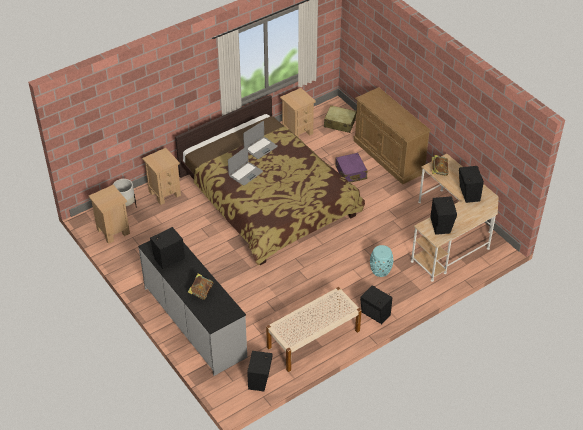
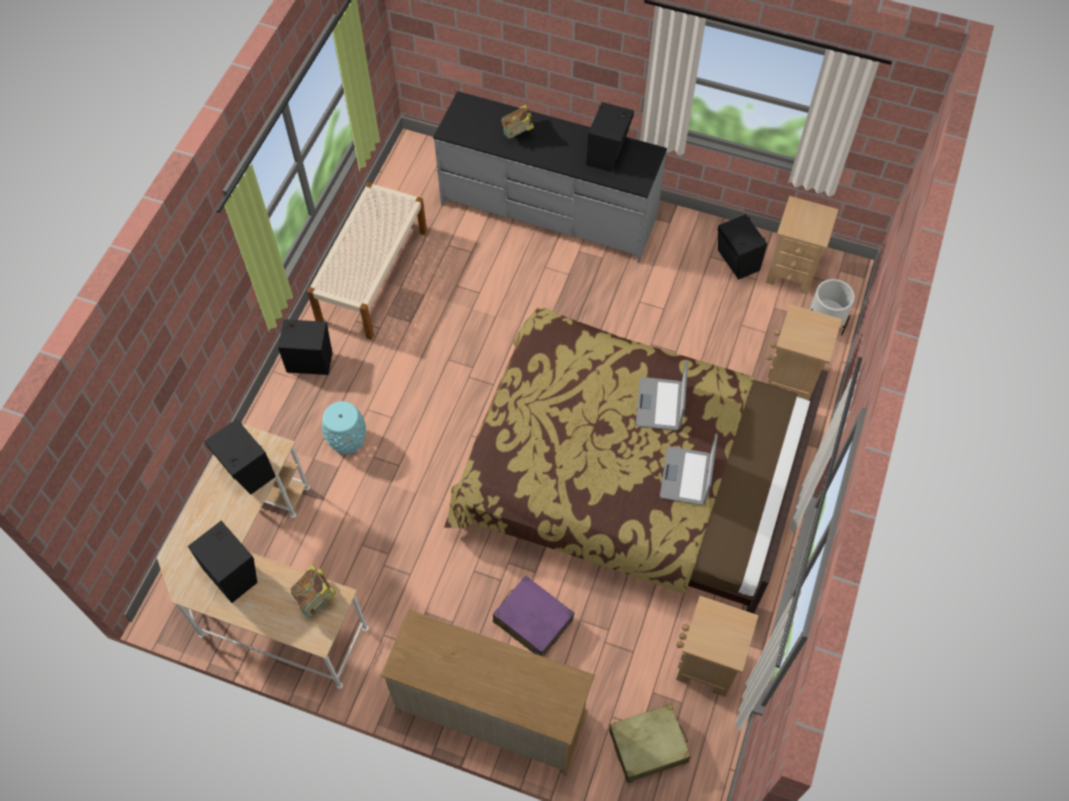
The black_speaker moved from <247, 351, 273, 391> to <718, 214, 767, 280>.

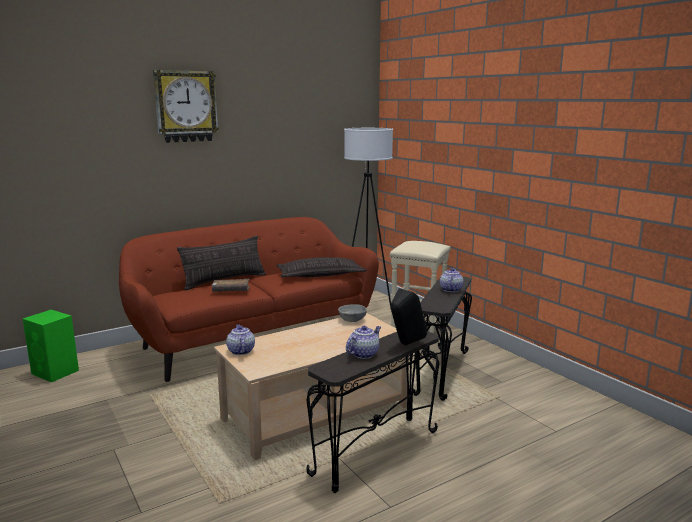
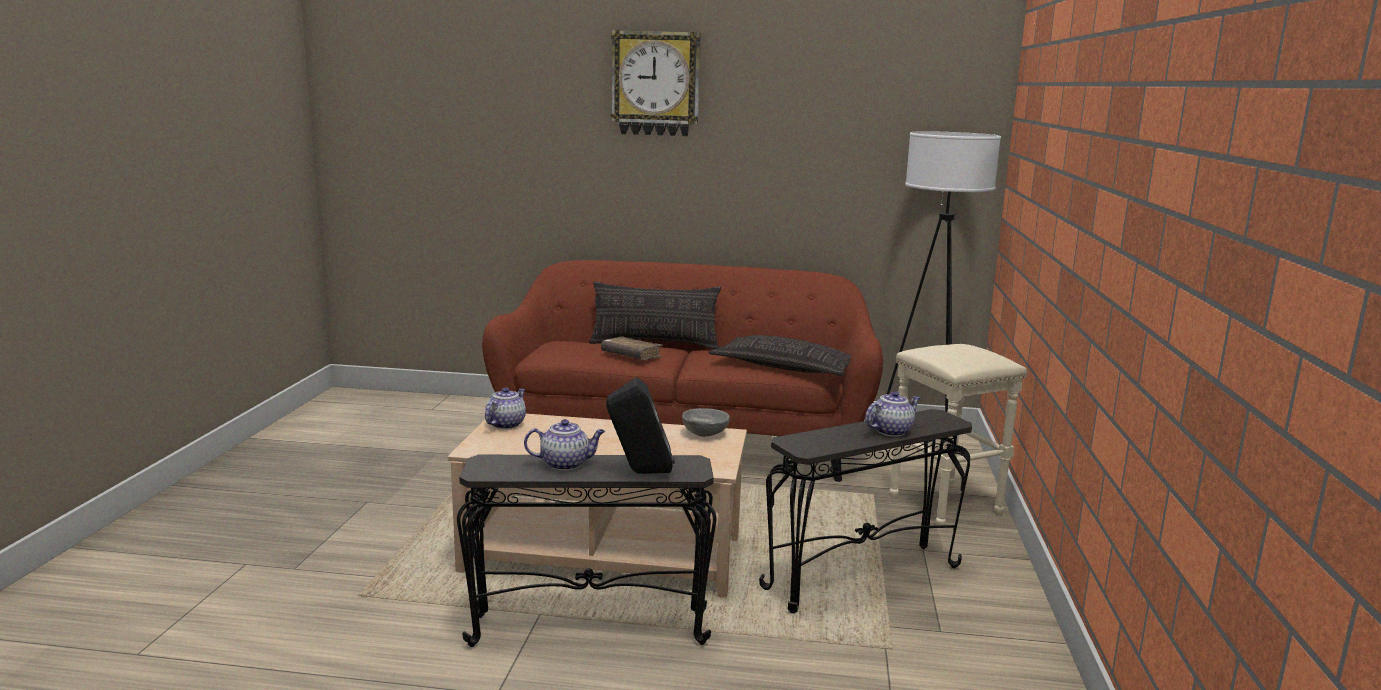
The green_speaker at <23, 310, 79, 382> disappeared.

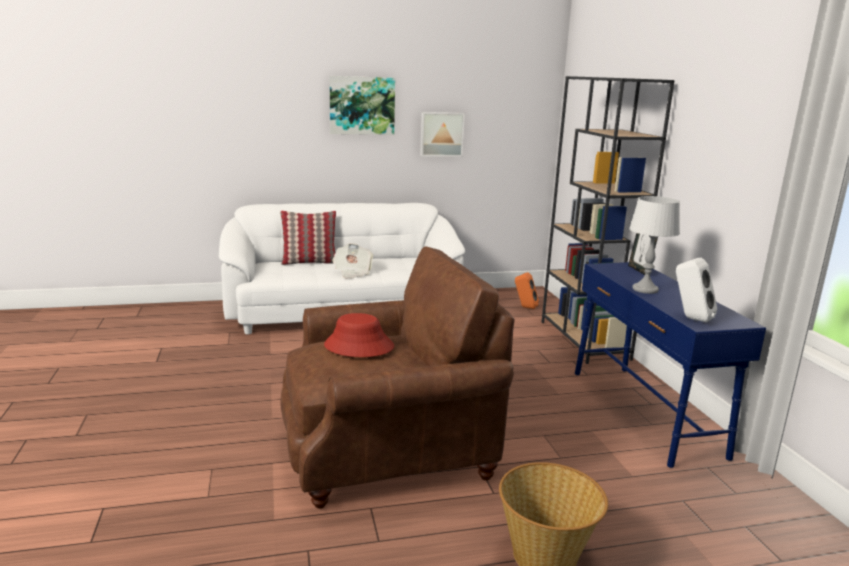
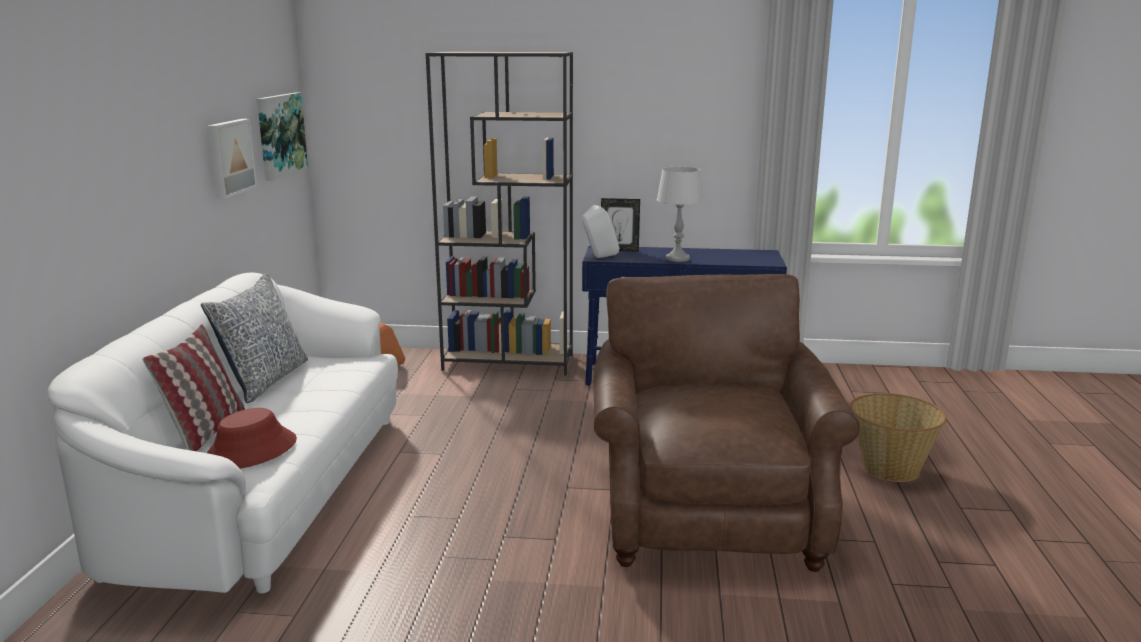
The red_hat moved from <324, 313, 394, 357> to <207, 408, 297, 469>. The picture moved from <329, 76, 395, 135> to <257, 93, 308, 181>. The newspaper at <332, 243, 373, 279> disappeared. The white_speaker moved from <676, 258, 717, 322> to <582, 204, 619, 258>. The pillow at <201, 272, 308, 403> appeared.

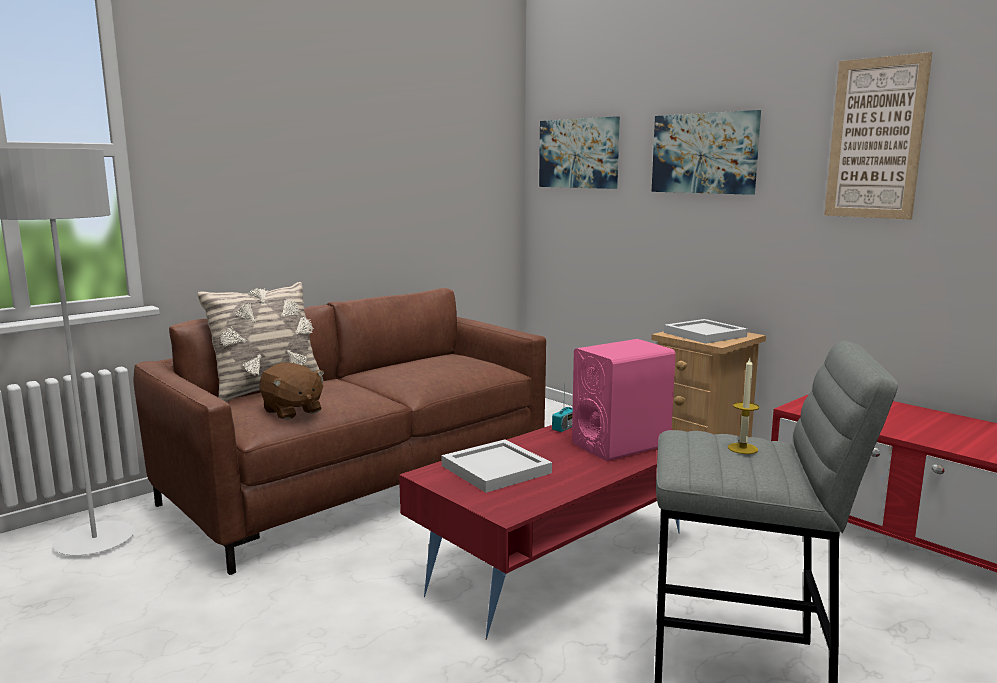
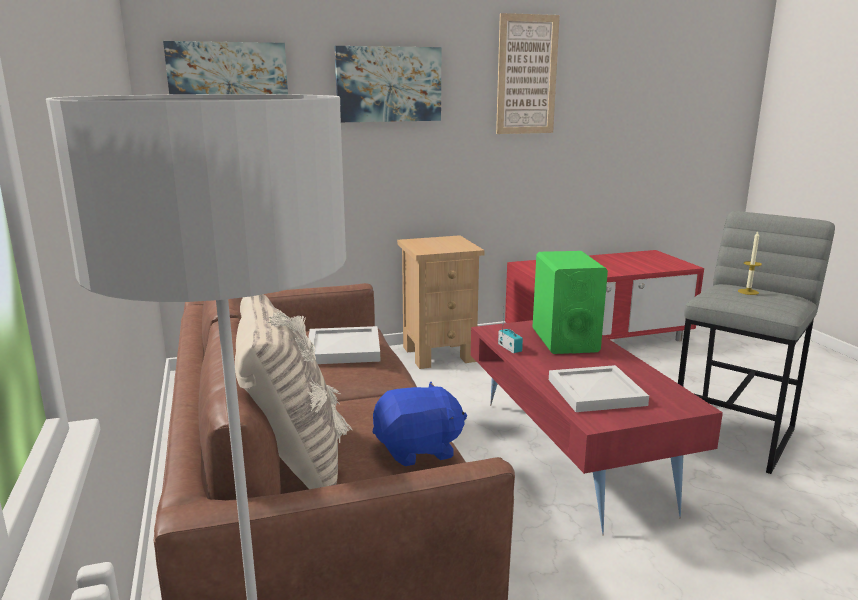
The brown_plush_toy at <260, 362, 325, 420> became the blue_plush_toy at <373, 382, 467, 466>. The pink_speaker at <572, 339, 676, 461> became the green_speaker at <533, 251, 608, 354>. The white_tray moved from <664, 319, 748, 344> to <308, 326, 380, 364>.

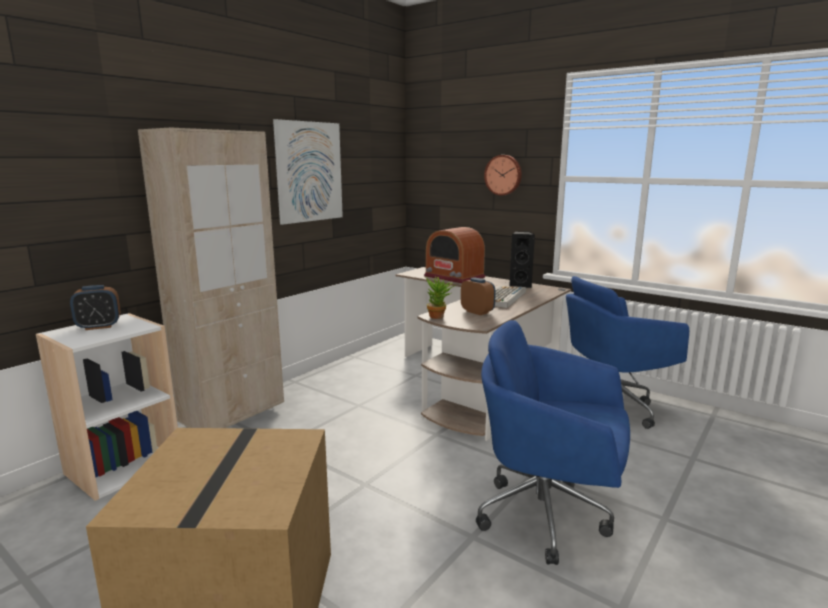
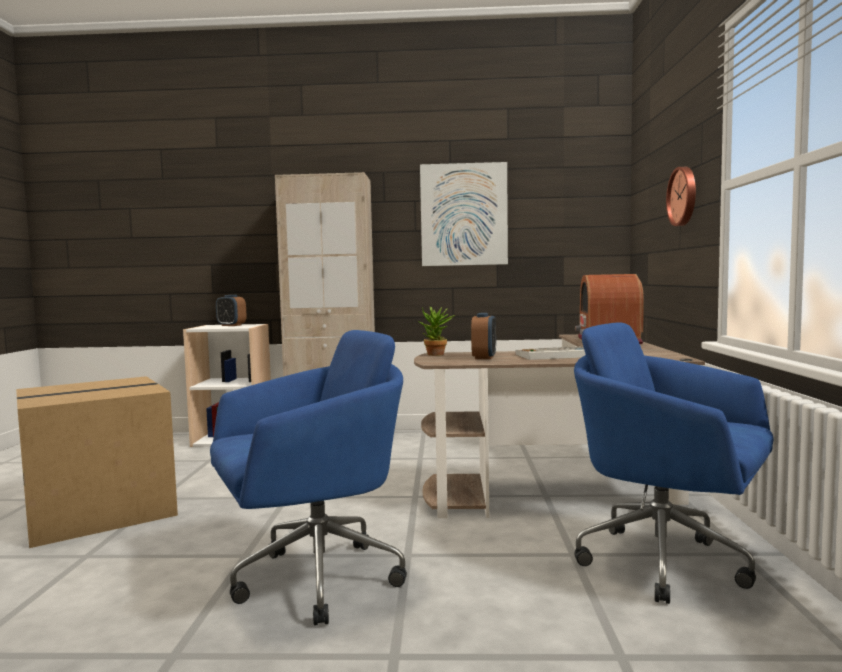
The blue_office_chair at <476, 320, 630, 565> turned 75 degrees clockwise. The black_speaker at <509, 231, 535, 288> disappeared.

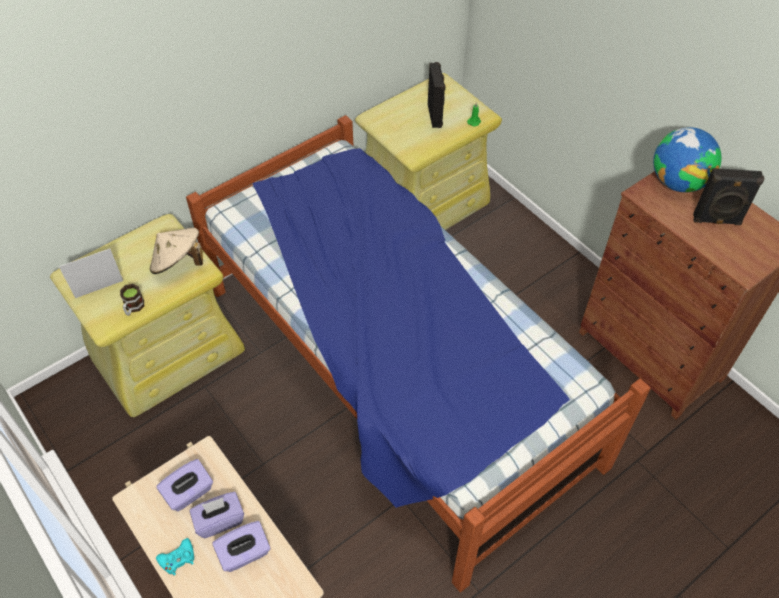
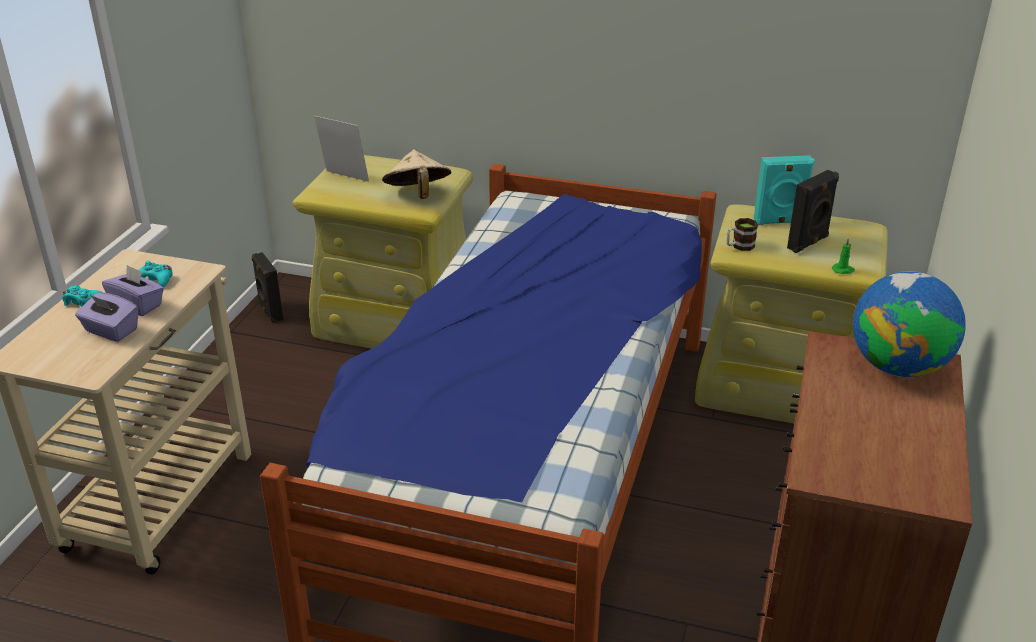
The mug moved from <120, 284, 144, 316> to <727, 218, 758, 251>. The purple_tissue_box at <157, 459, 213, 511> was replaced by the turquoise_game_controller at <139, 261, 173, 287>. The black_speaker moved from <693, 168, 764, 225> to <251, 252, 284, 323>. The turquoise_speaker at <754, 155, 815, 225> appeared.

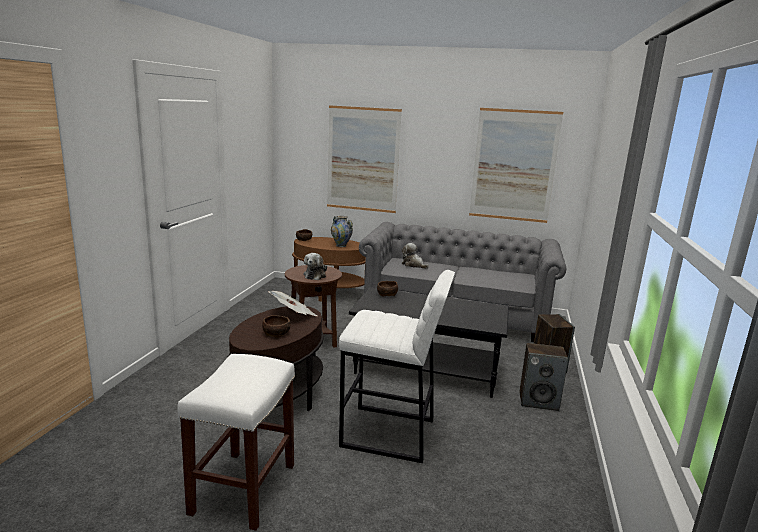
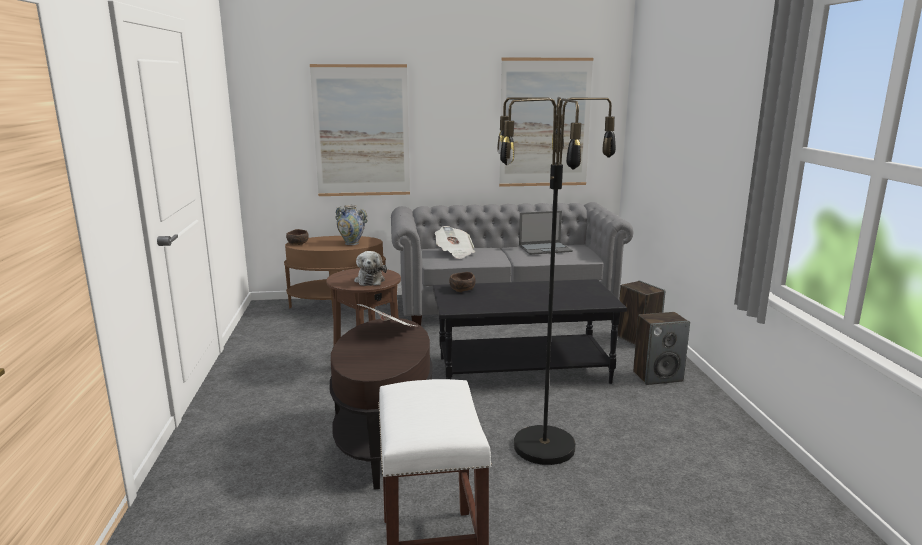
The brown_bowl at <262, 315, 290, 338> disappeared. The white_stool at <339, 270, 455, 463> was replaced by the floor_lamp at <497, 97, 616, 465>. The plush_toy at <401, 243, 429, 269> was replaced by the newspaper at <435, 226, 475, 259>. The laptop at <519, 211, 573, 255> appeared.

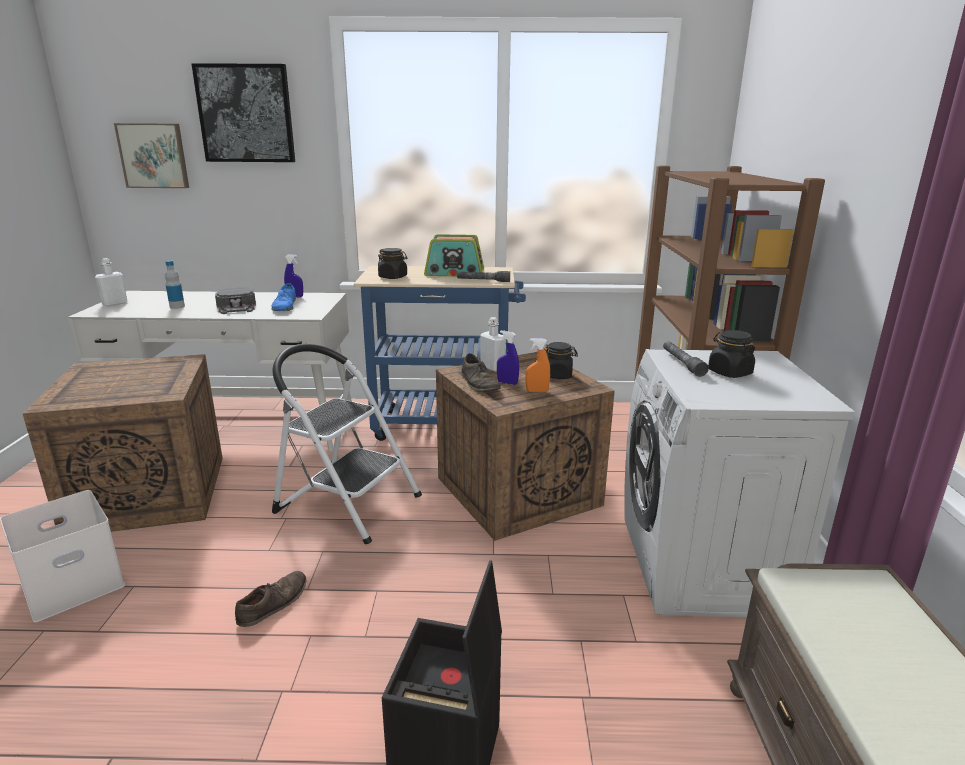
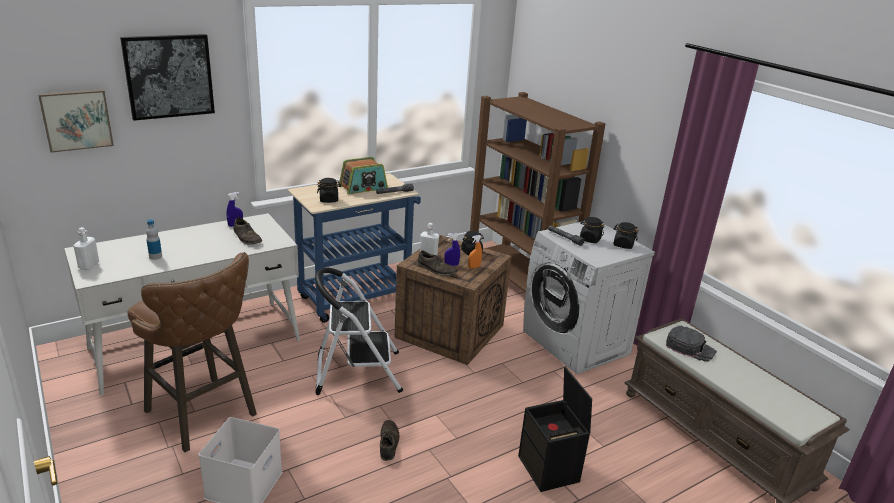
The crate at <22, 354, 223, 532> was replaced by the brown_stool at <128, 252, 257, 452>. The black_cap moved from <215, 287, 256, 314> to <666, 325, 717, 362>. The blue_shoe at <271, 283, 296, 311> became the brown_shoe at <234, 217, 262, 244>. The black_jar at <613, 222, 638, 249> appeared.

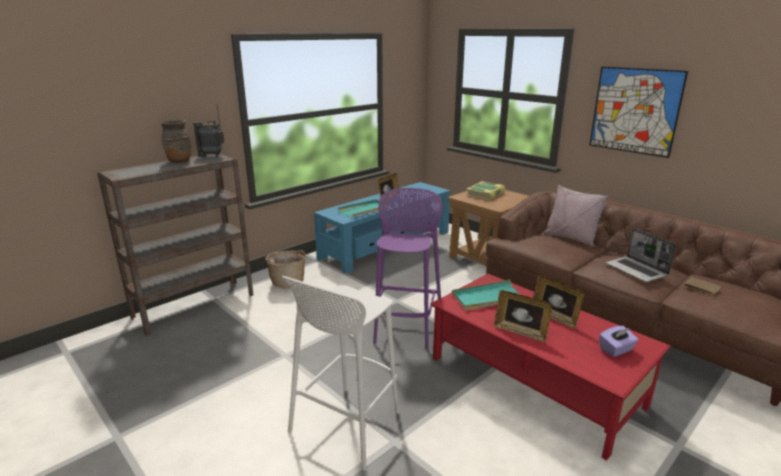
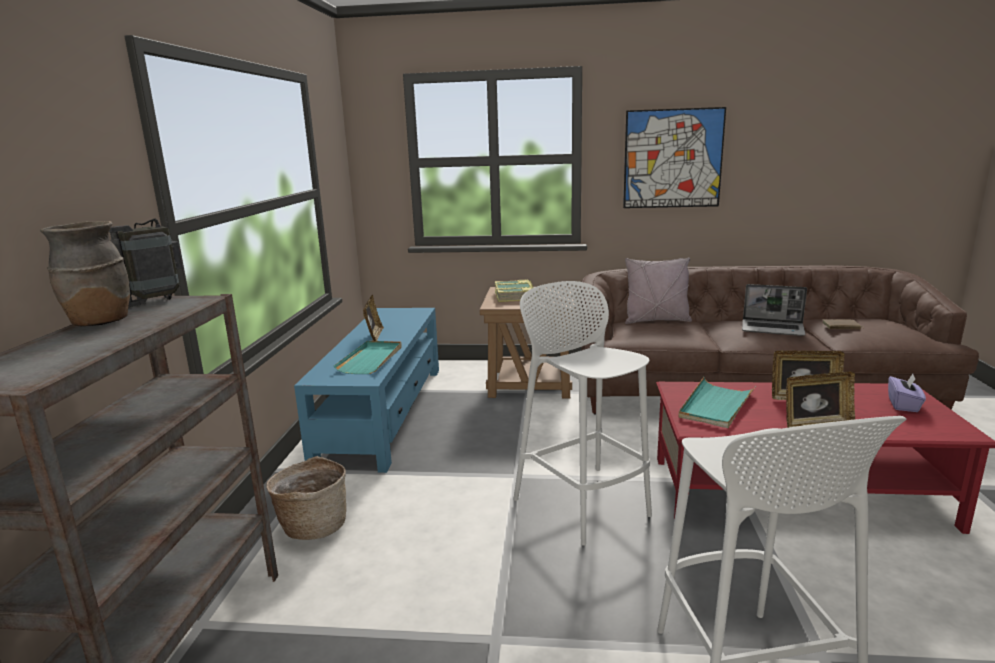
The purple_stool at <373, 188, 443, 349> became the white_stool at <513, 281, 652, 546>.

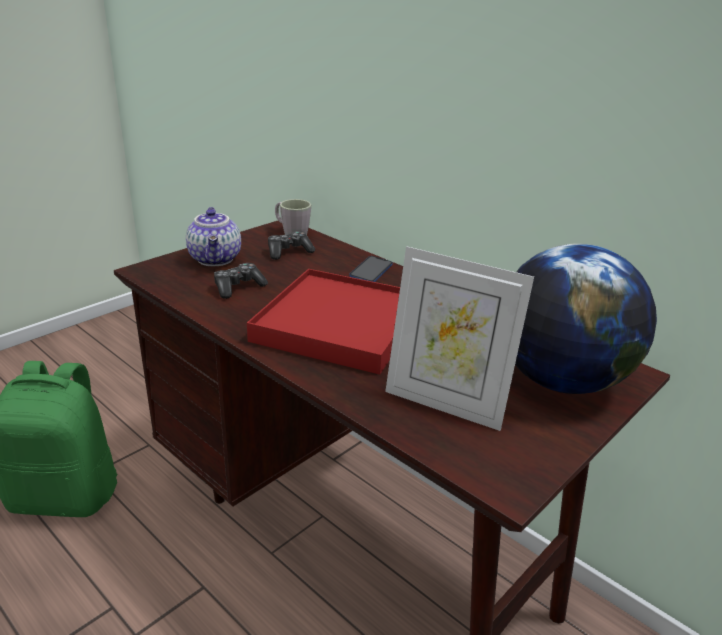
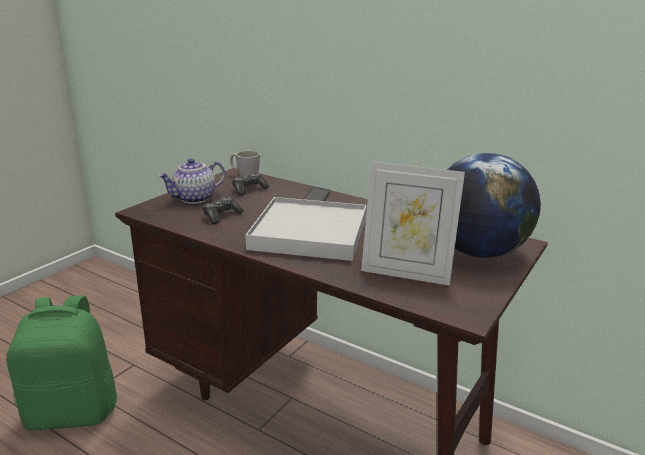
The teapot at <186, 207, 241, 266> turned 75 degrees clockwise. The red_tray at <247, 269, 400, 375> became the white_tray at <246, 197, 367, 261>.

